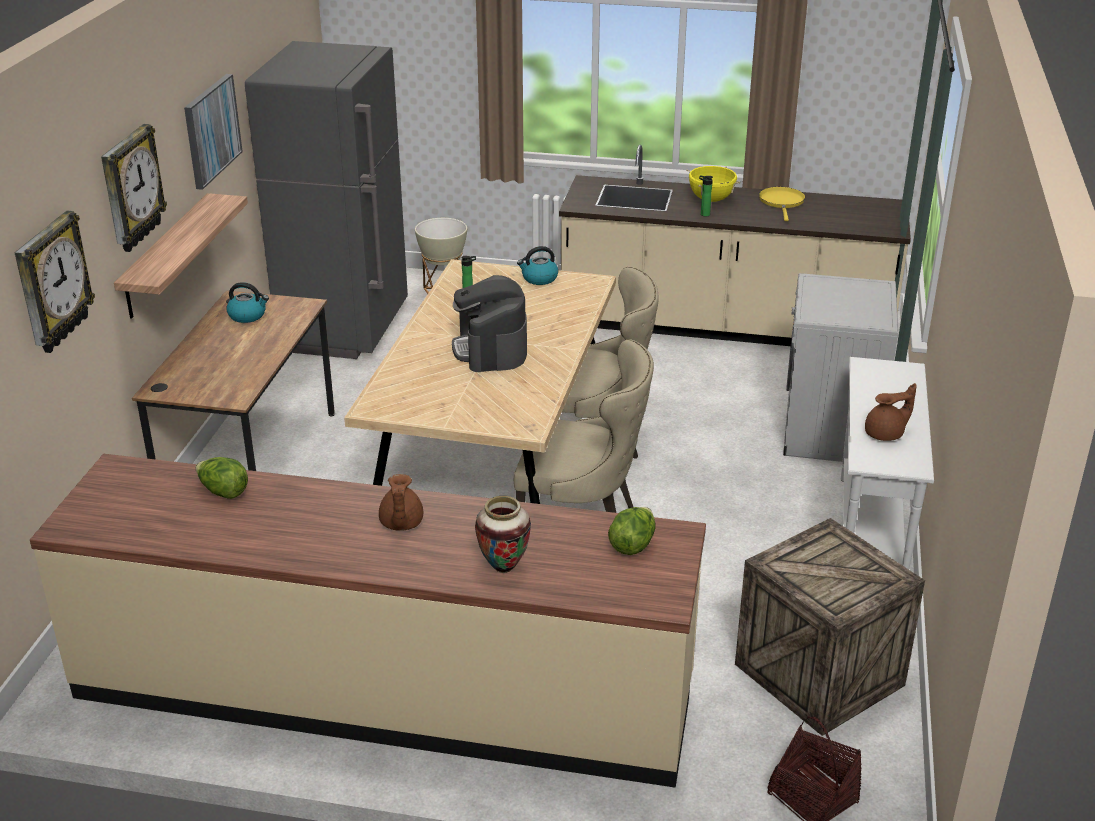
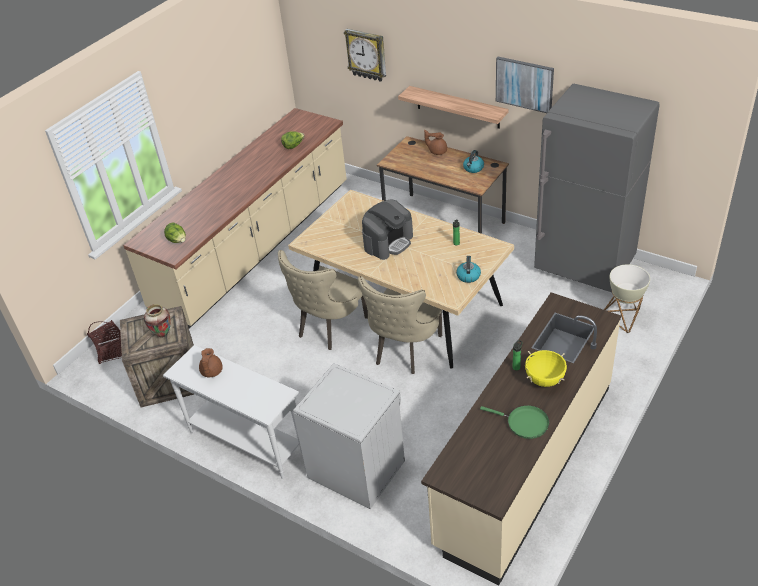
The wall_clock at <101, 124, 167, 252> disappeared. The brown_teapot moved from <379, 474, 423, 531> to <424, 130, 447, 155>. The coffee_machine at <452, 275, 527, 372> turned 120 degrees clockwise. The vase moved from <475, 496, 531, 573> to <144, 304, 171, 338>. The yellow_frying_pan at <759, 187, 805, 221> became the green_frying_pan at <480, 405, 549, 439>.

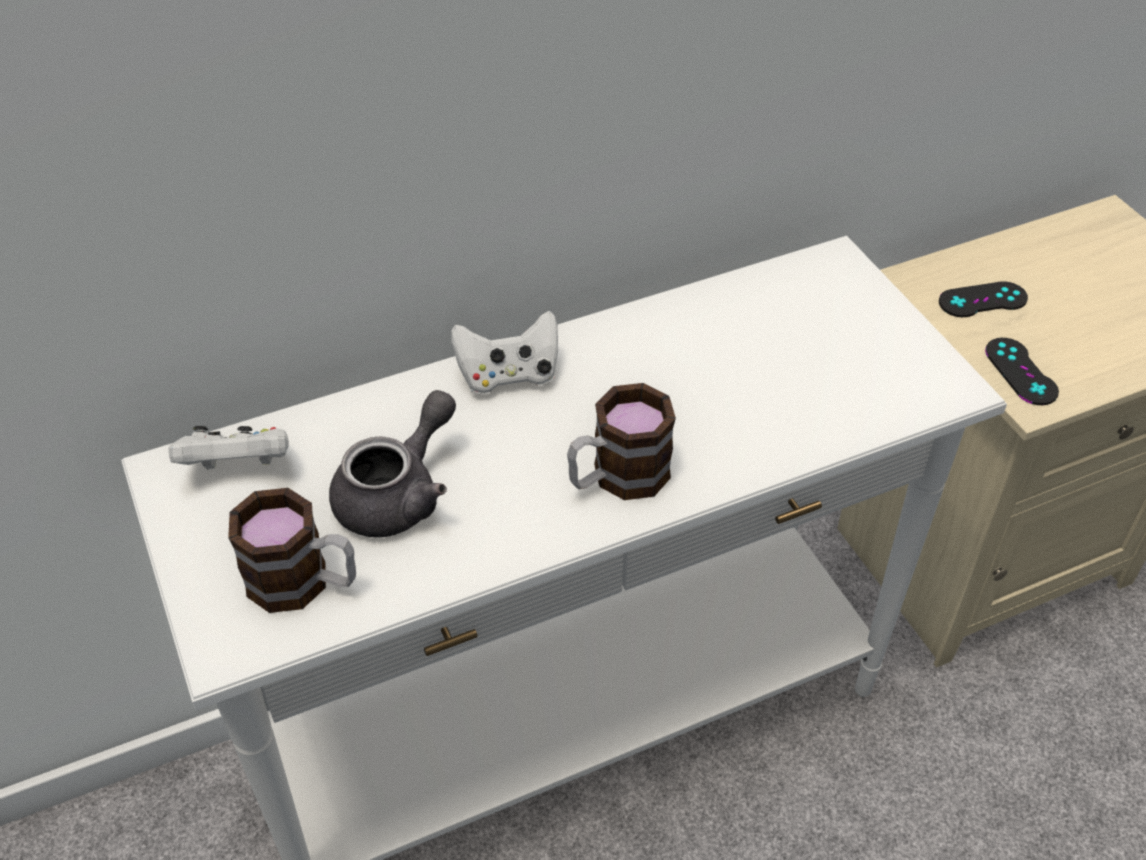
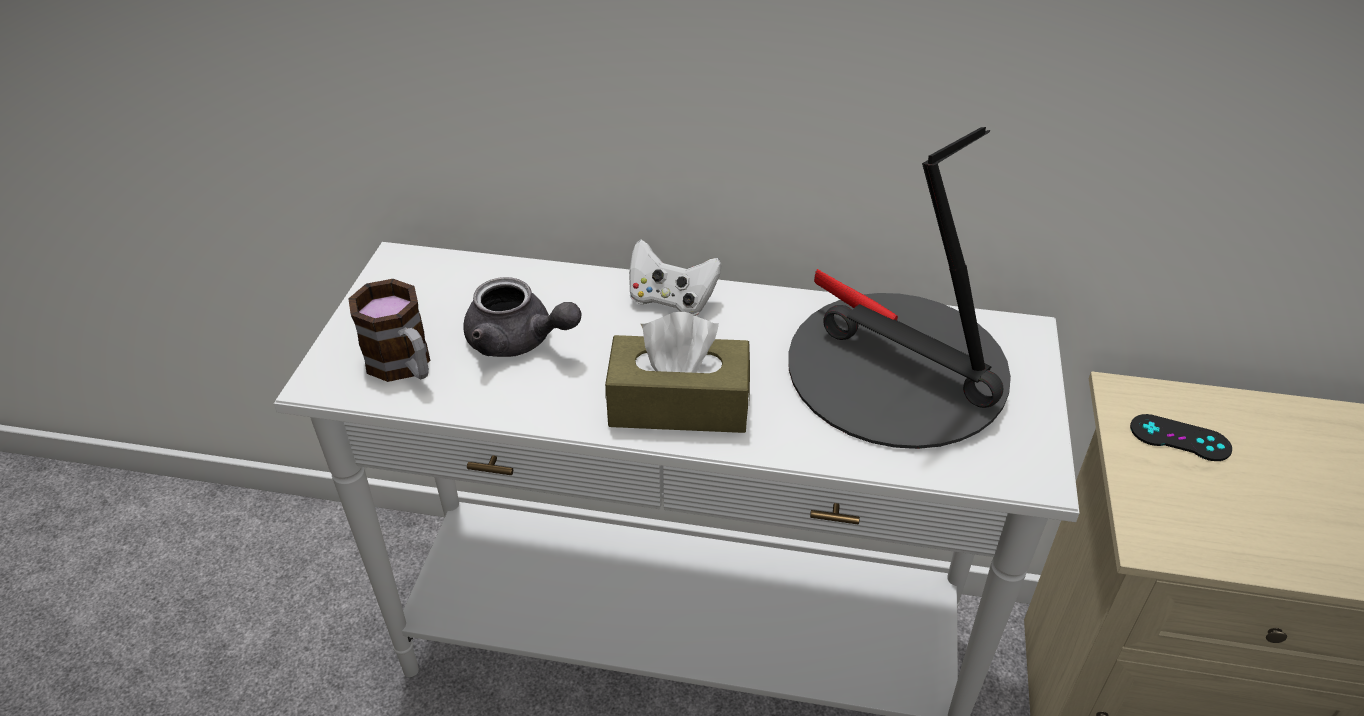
The white_game_controller at <168, 426, 289, 469> disappeared. The grey_teapot at <329, 390, 456, 537> turned 45 degrees clockwise. The mug at <567, 383, 676, 500> was replaced by the brown_tissue_box at <605, 312, 750, 433>. The black_game_controller at <985, 338, 1059, 405> disappeared. The table_lamp at <788, 127, 1011, 449> appeared.

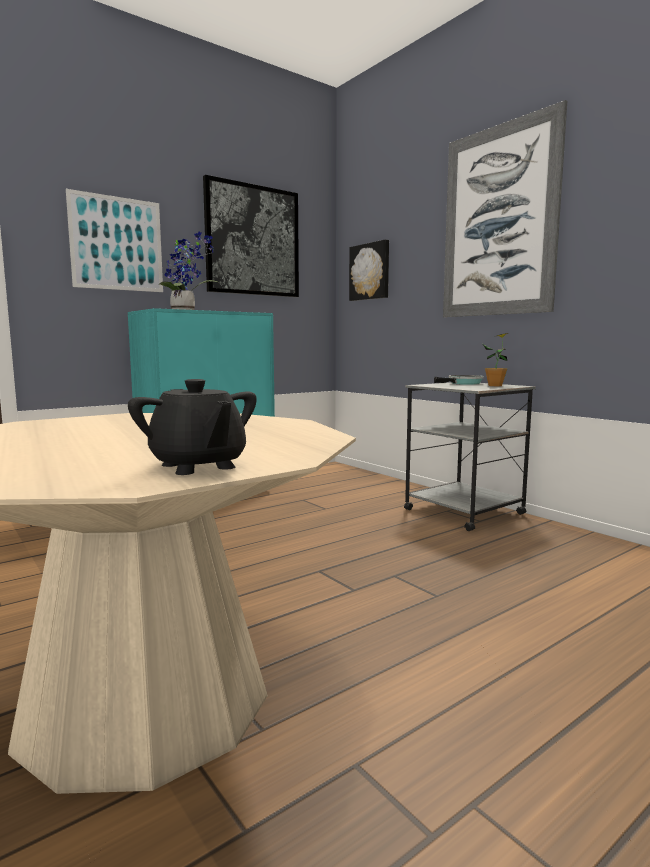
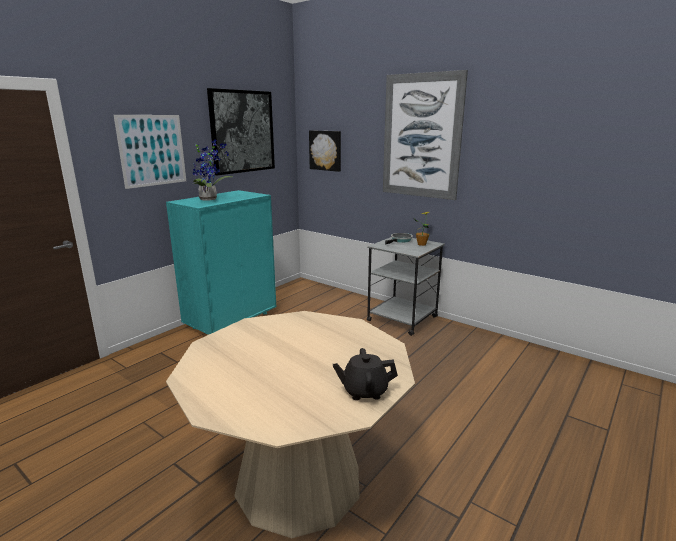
The black_teapot at <128, 379, 257, 475> turned 135 degrees clockwise.

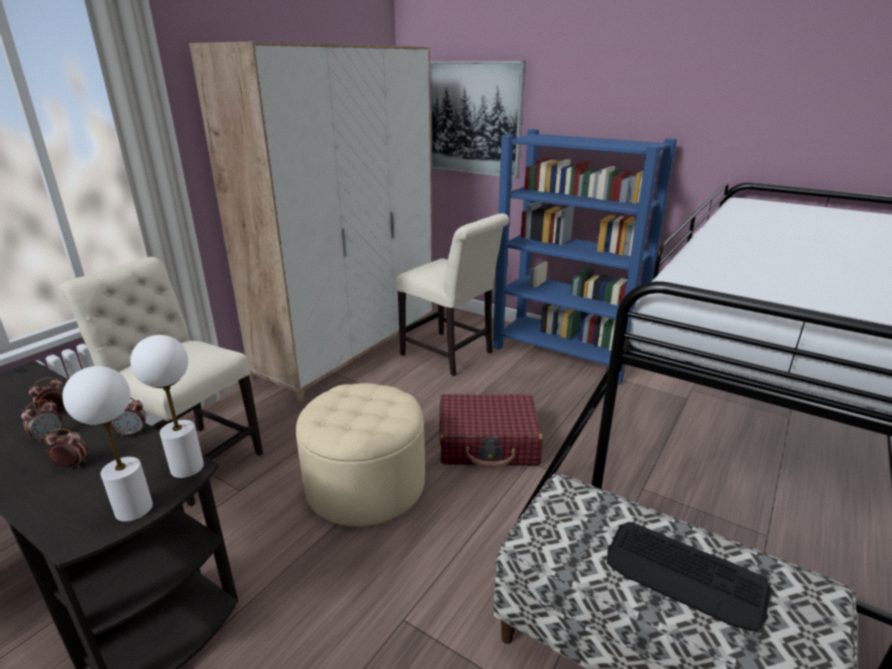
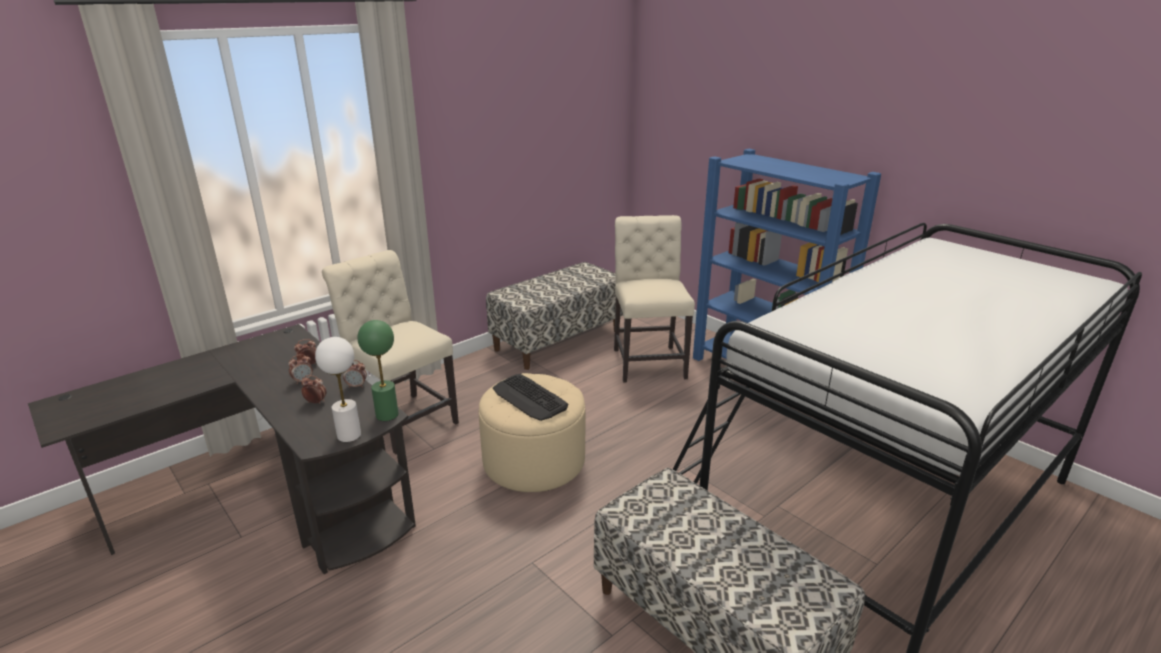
The white_table_lamp at <130, 335, 204, 478> became the green_table_lamp at <357, 320, 399, 421>. The white_wardrobe at <189, 42, 433, 402> was replaced by the bench at <486, 262, 623, 370>. The beige_chair at <396, 214, 509, 376> turned 150 degrees counterclockwise. The picture at <430, 61, 526, 178> disappeared. The red_suitcase at <439, 394, 543, 469> disappeared. The keyboard moved from <607, 522, 771, 632> to <493, 374, 568, 421>.

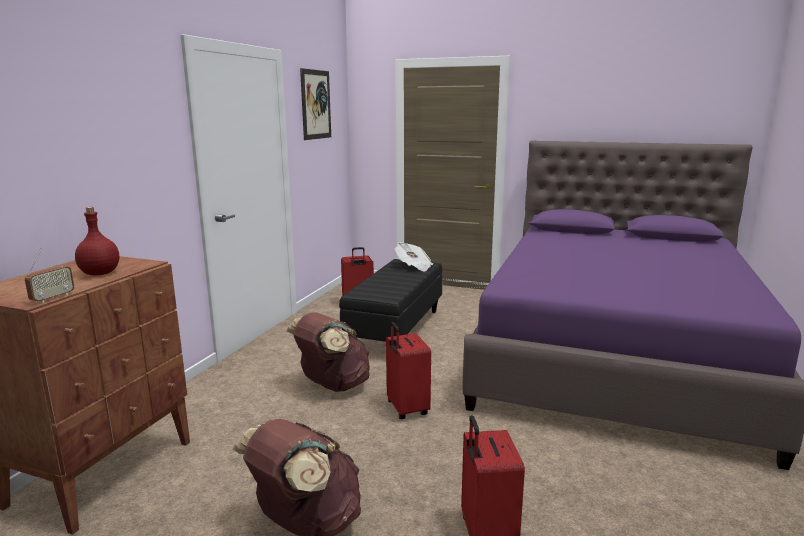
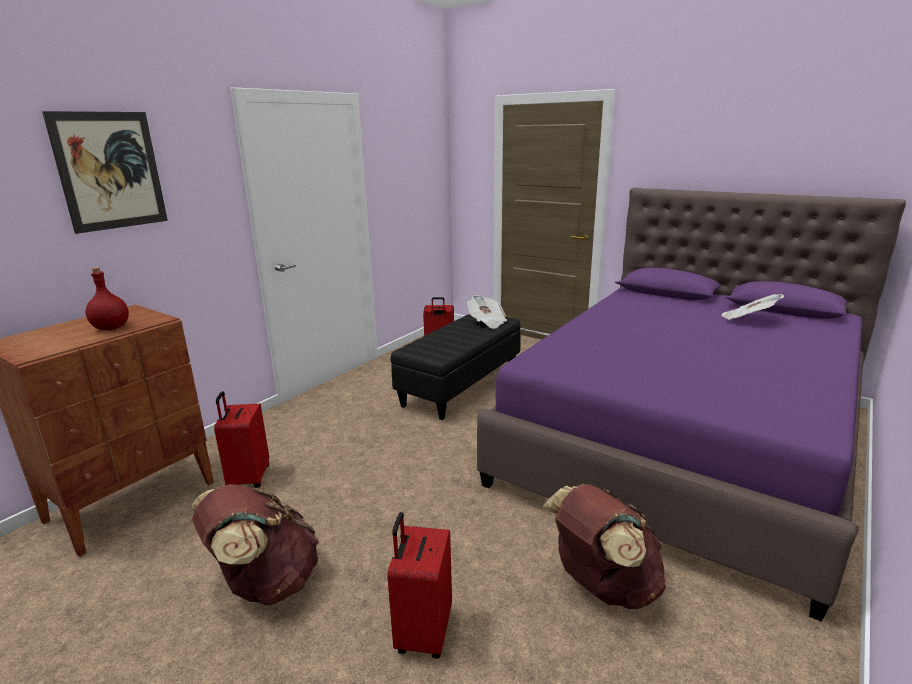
The radio at <25, 248, 75, 303> disappeared. The brown_backpack moved from <286, 313, 370, 392> to <543, 484, 666, 609>. The picture moved from <300, 68, 331, 140> to <42, 111, 168, 234>. The red_suitcase moved from <386, 322, 431, 419> to <214, 391, 269, 488>. The newspaper at <721, 294, 784, 320> appeared.

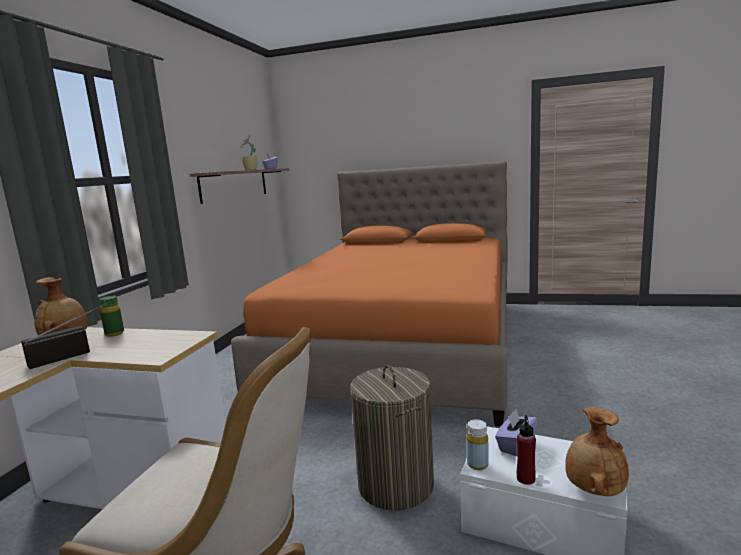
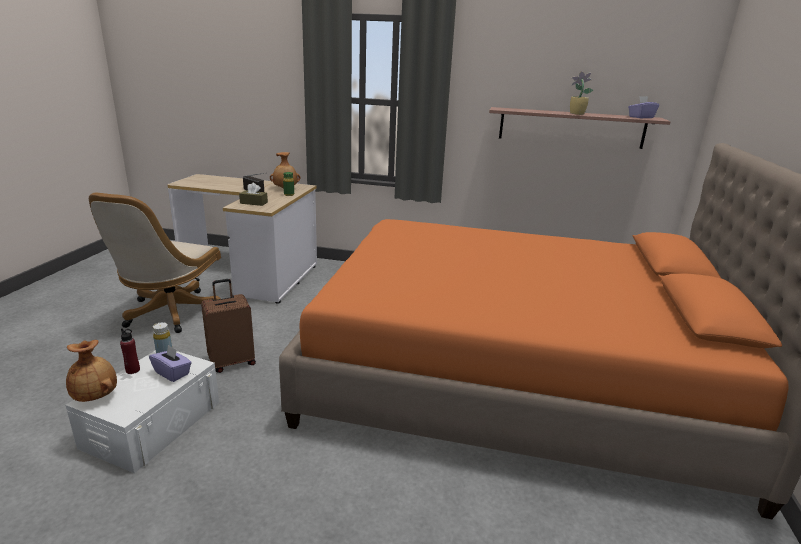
The laundry_basket at <350, 365, 434, 511> was replaced by the brown_suitcase at <201, 279, 256, 373>. The brown_tissue_box at <239, 183, 268, 206> appeared.

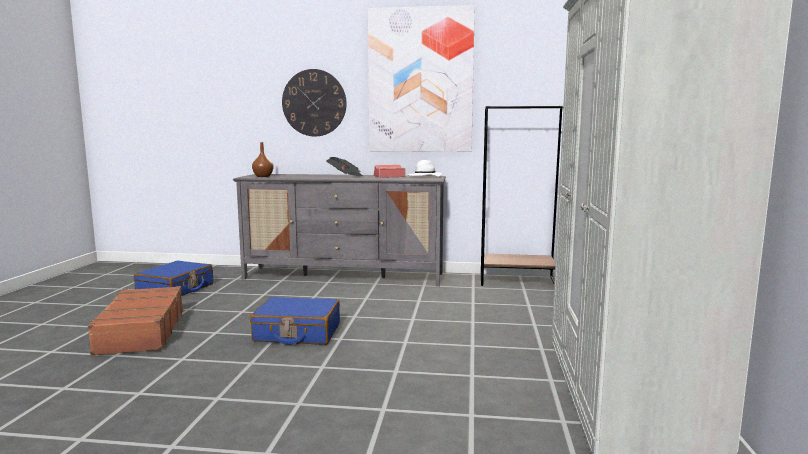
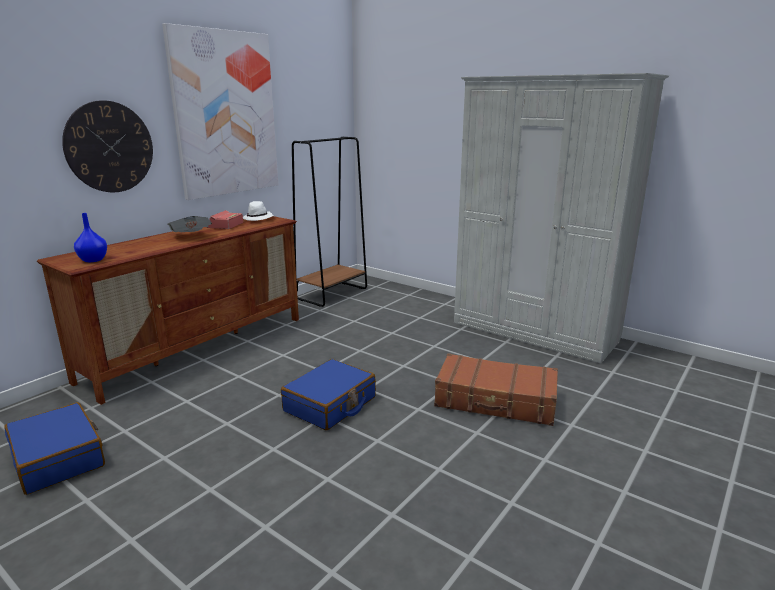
The brown_suitcase moved from <87, 286, 183, 356> to <434, 353, 558, 426>. The grey_dresser at <232, 174, 446, 287> became the brown_dresser at <37, 216, 299, 405>. The brown_vase at <252, 142, 274, 177> became the blue_vase at <74, 213, 107, 262>.

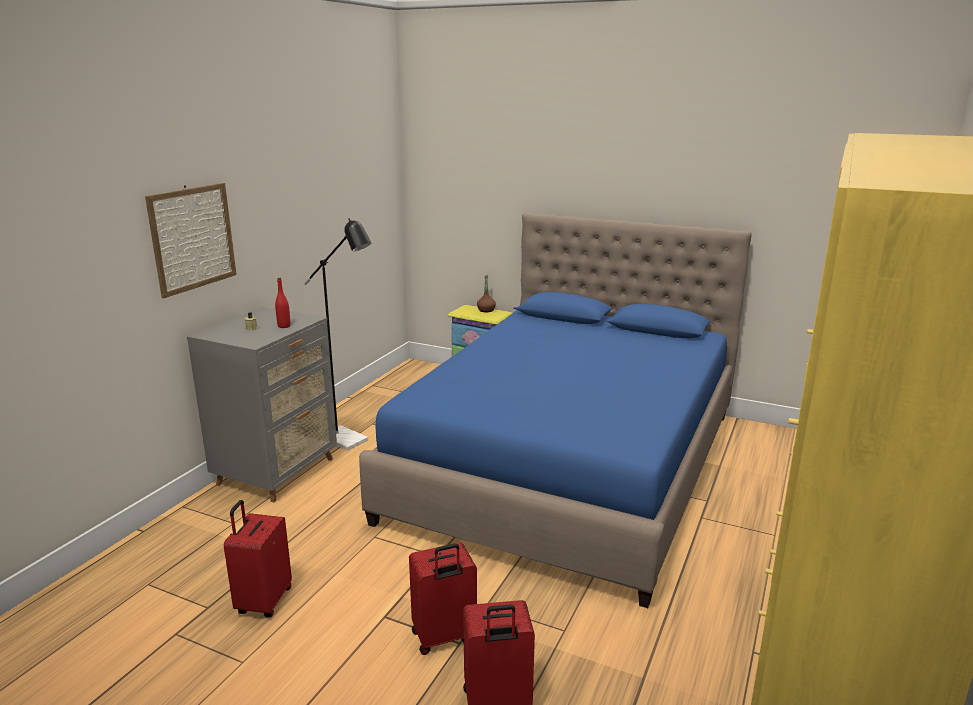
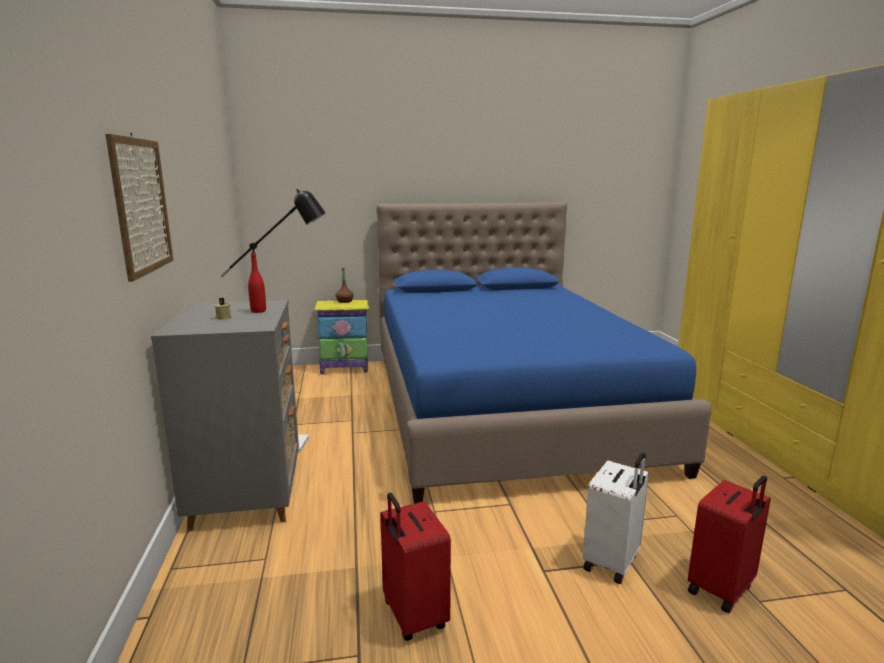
The red_suitcase at <409, 542, 477, 655> became the white_suitcase at <583, 453, 649, 584>.

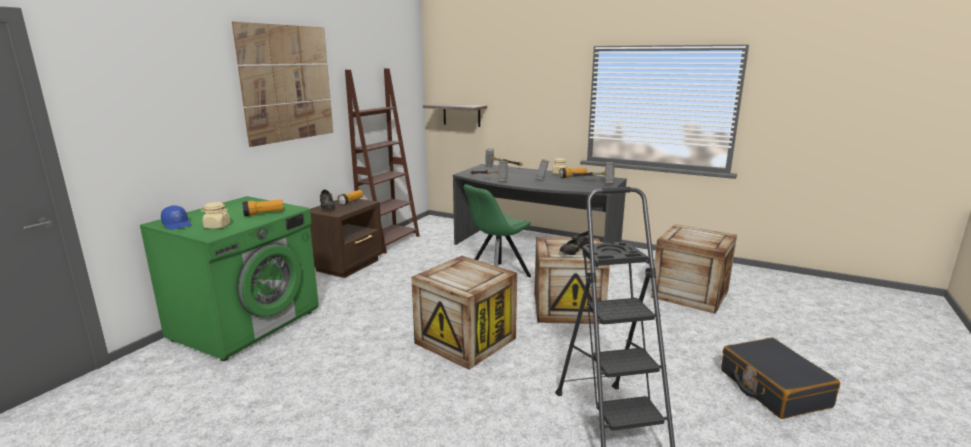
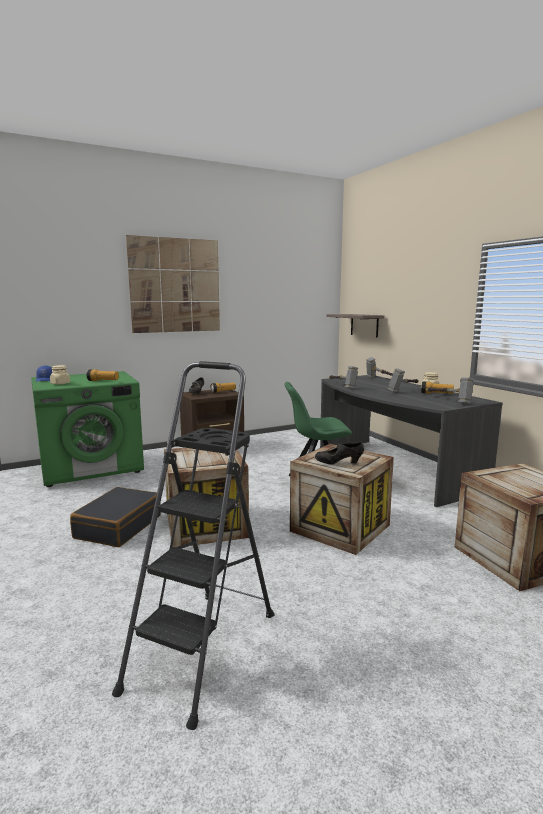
The brown_bookcase at <345, 68, 420, 254> disappeared. The black_suitcase moved from <721, 338, 840, 419> to <70, 487, 161, 547>.

